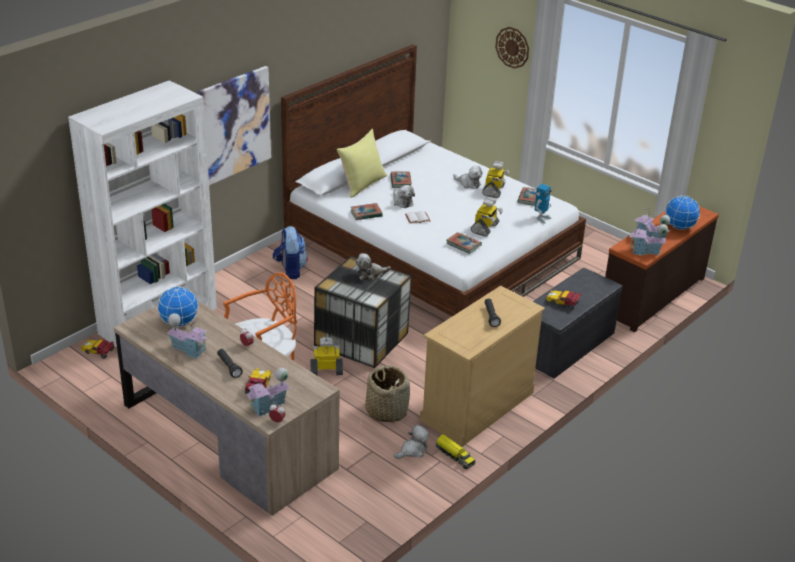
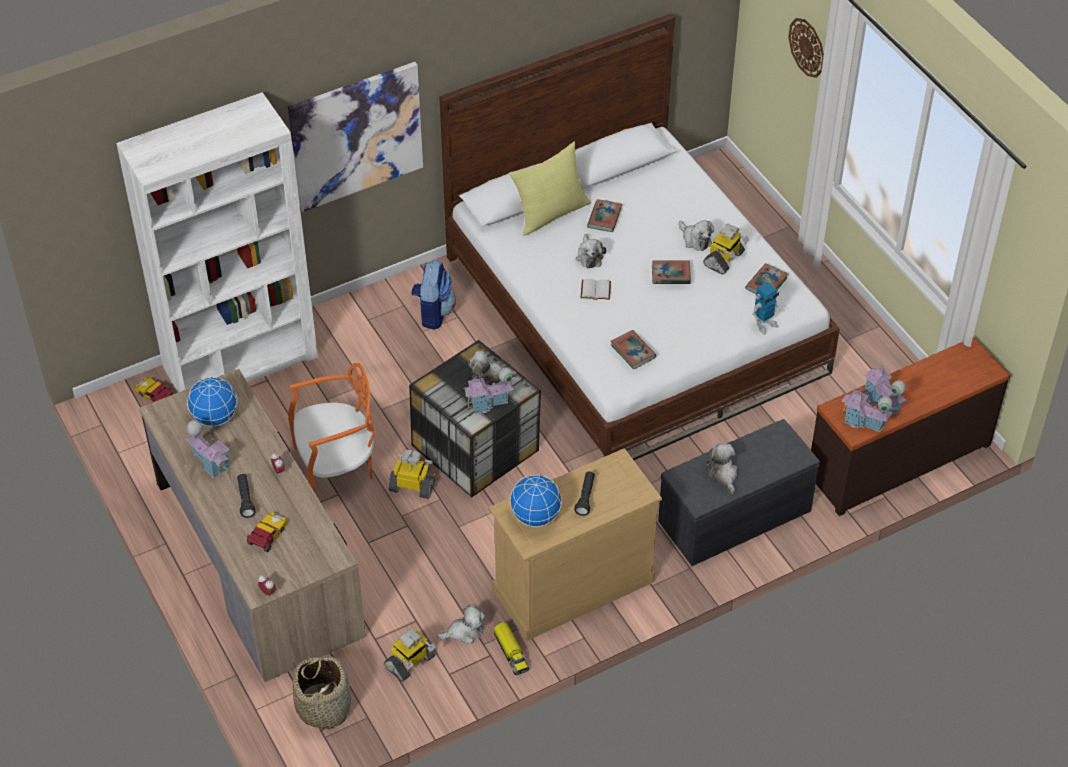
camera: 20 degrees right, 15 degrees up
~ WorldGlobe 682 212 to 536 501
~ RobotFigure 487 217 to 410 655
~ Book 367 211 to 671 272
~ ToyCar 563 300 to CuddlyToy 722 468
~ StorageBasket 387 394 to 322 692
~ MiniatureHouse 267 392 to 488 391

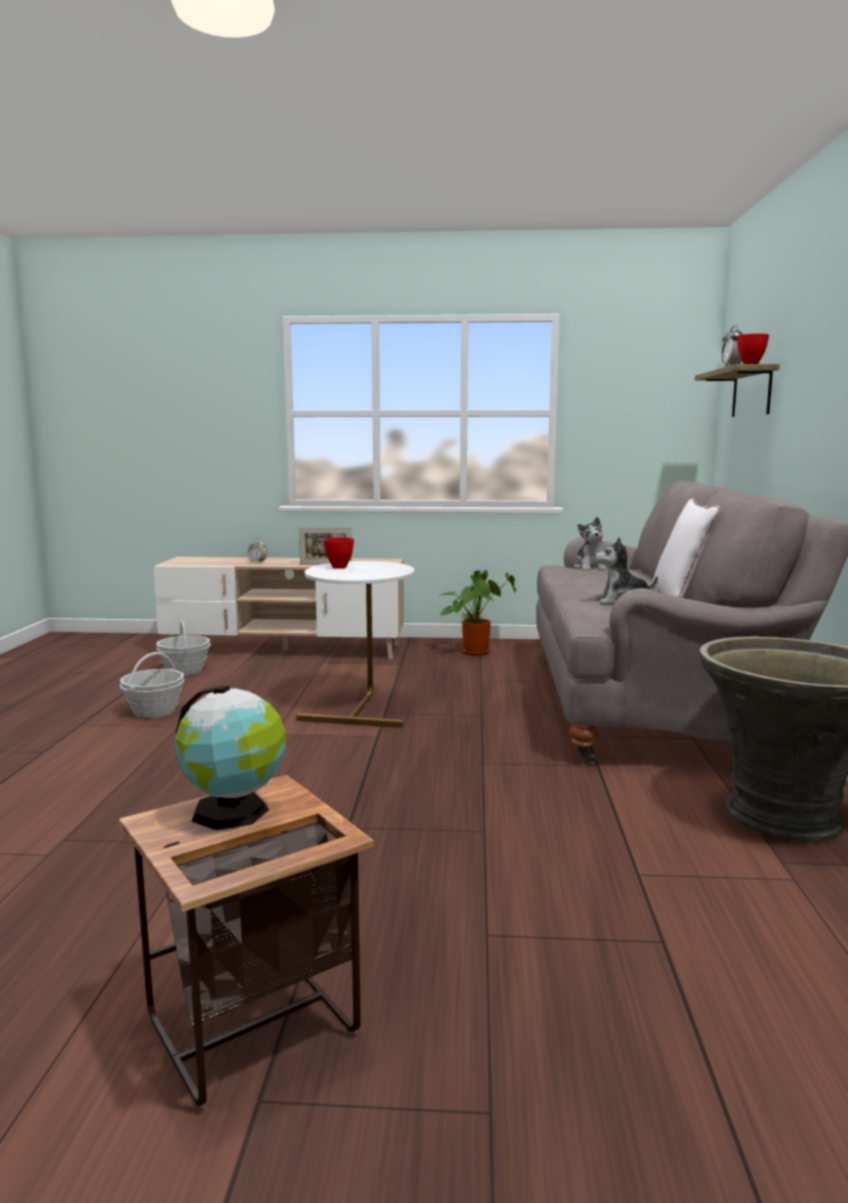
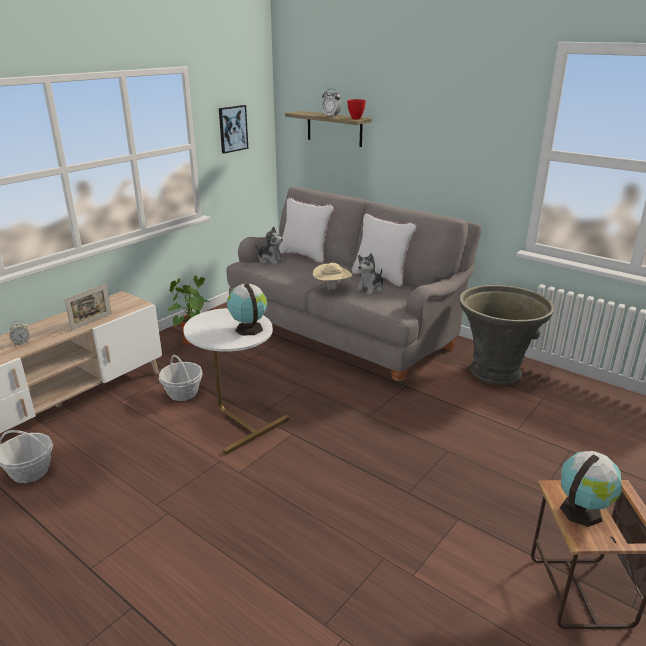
camera: 55 degrees left, 15 degrees up
- RedServingBowl 339 553
~ StorageBasket 152 685 to 181 378
+ Picture 233 129
+ WhiteColouredCushion 306 230
+ BeigeWearableHat 332 277
+ WorldGlobe 247 309

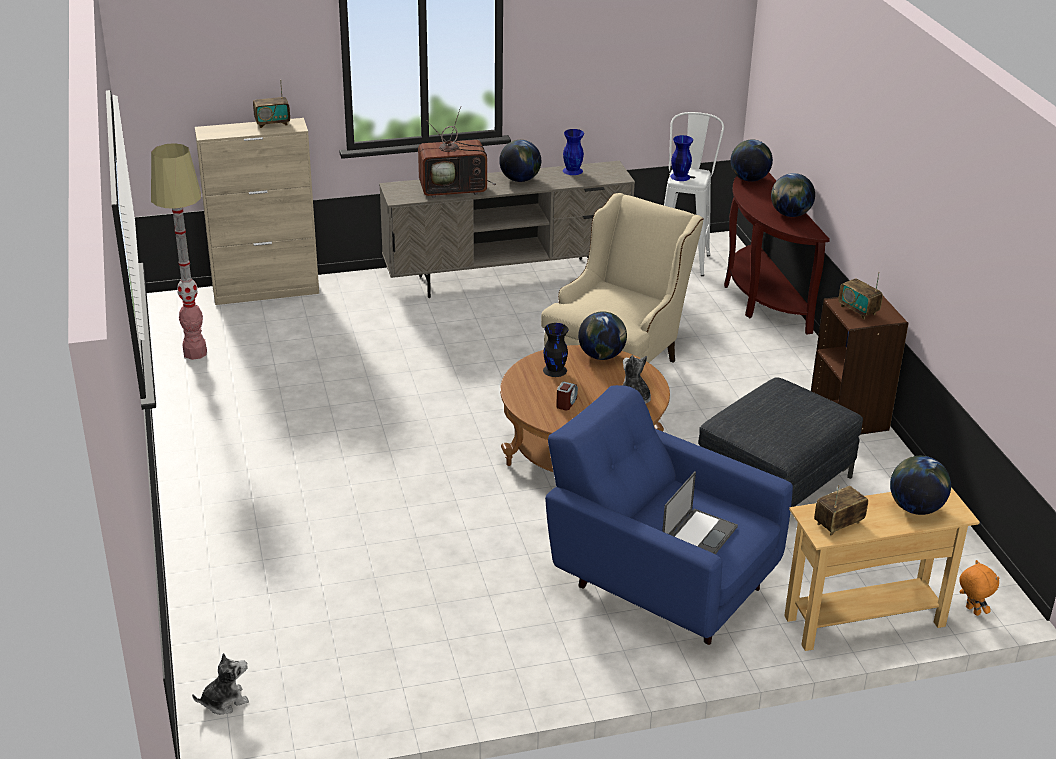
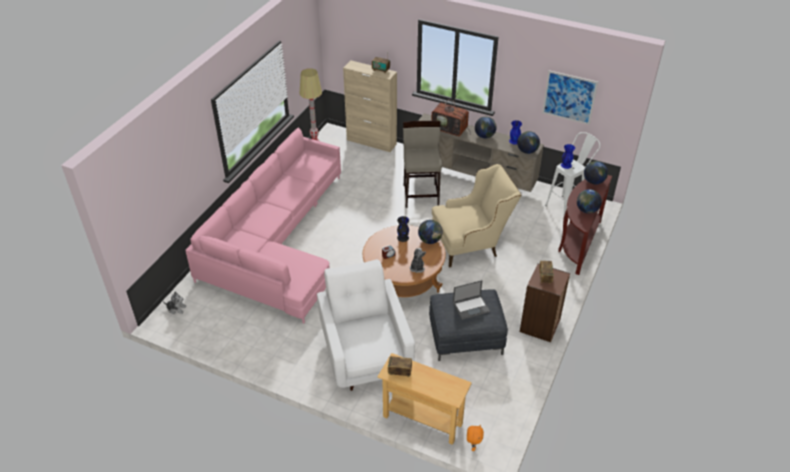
camera: 40 degrees right, 10 degrees up
~ BluishLoungeChair 669 515 to WhiteColouredLoungeChair 366 325
~ WorldGlobe 920 485 to 528 142
~ PortableComputer 700 512 to 471 300
+ Picture 570 97
+ BeigeStool 422 164
+ PinkColouredCouch 263 225

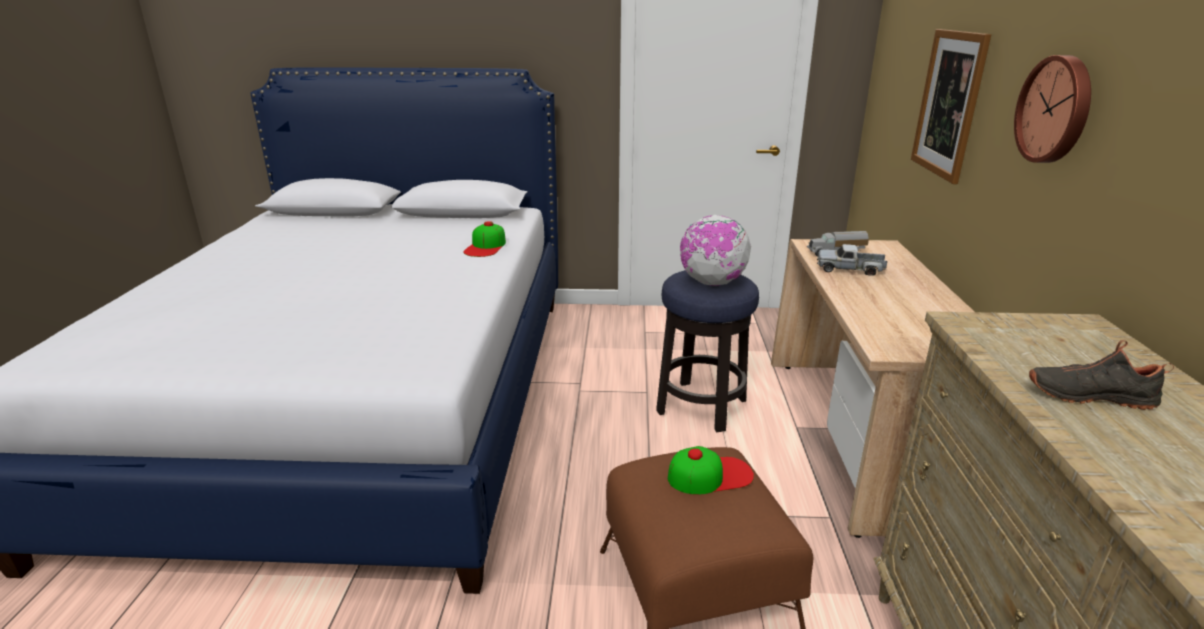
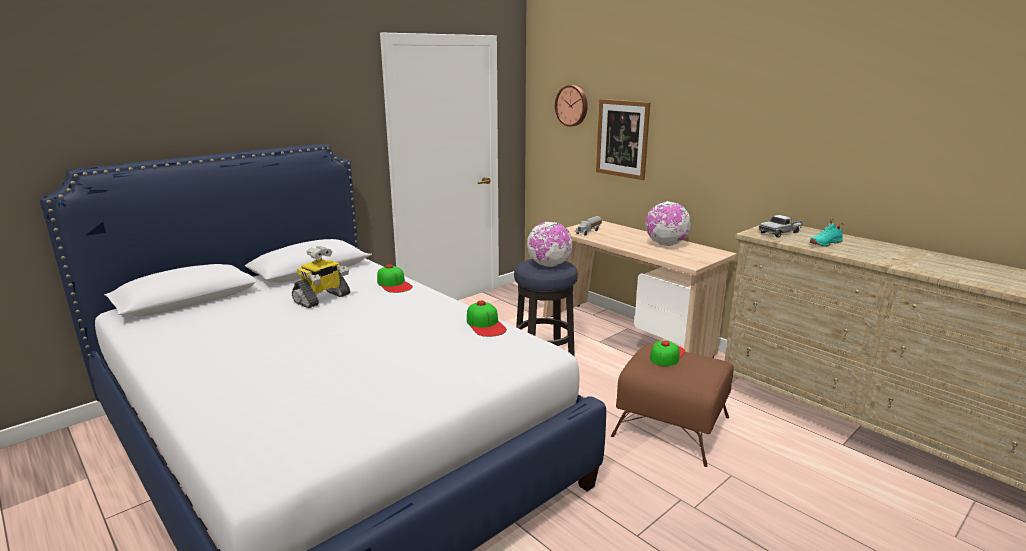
camera: 45 degrees left, 5 degrees down
~ HangingClock 1052 109 to 571 106
~ ToyLorry 852 260 to 781 226
~ BlackColouredItemOfFootwear 1101 375 to TurquoiseItemOfFootwear 827 233
+ WorldGlobe 668 223
+ RobotFigure 321 277
+ BaseballCap 487 319

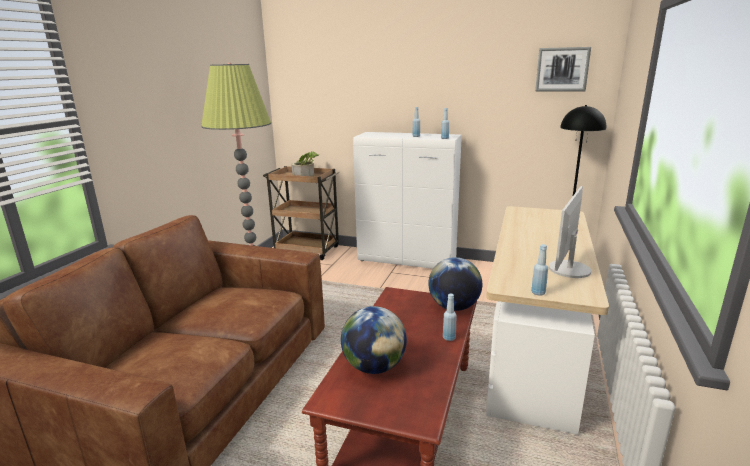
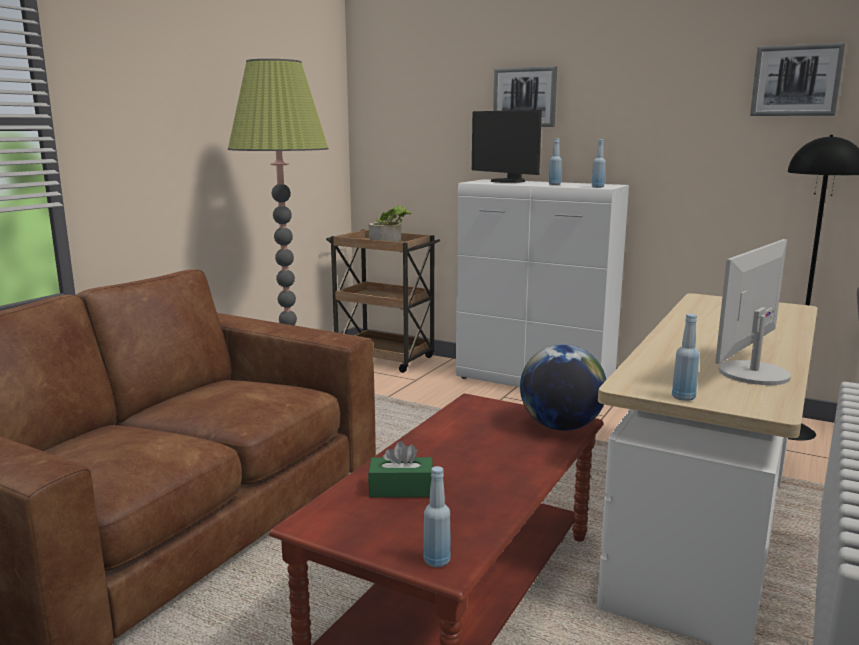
camera: 10 degrees right, 5 degrees down
~ BluishBottle 450 317 to 436 516
~ WorldGlobe 374 340 to GreenTissueHolder 400 469
+ Picture 525 96
+ Monitor 507 146

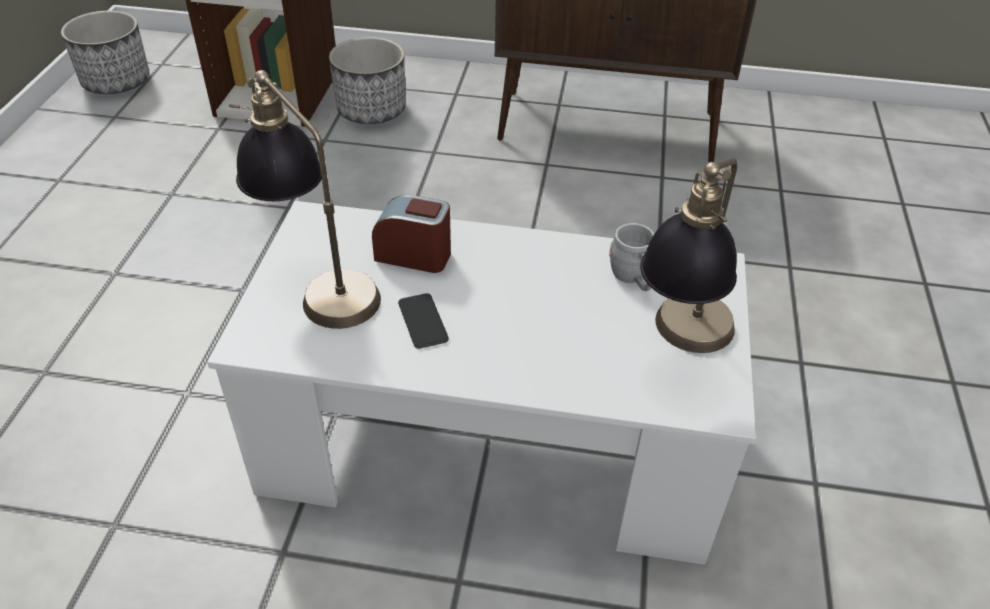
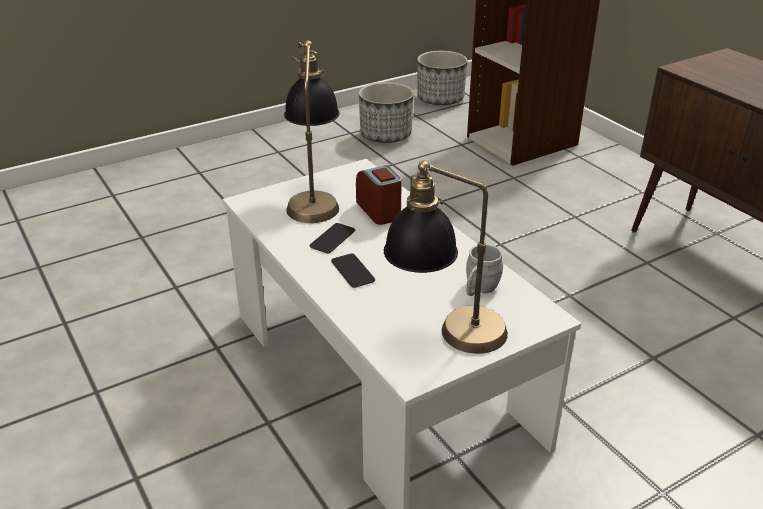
camera: 50 degrees right, 10 degrees down
~ FlowerPot 367 80 to 386 112
+ Handset 353 270

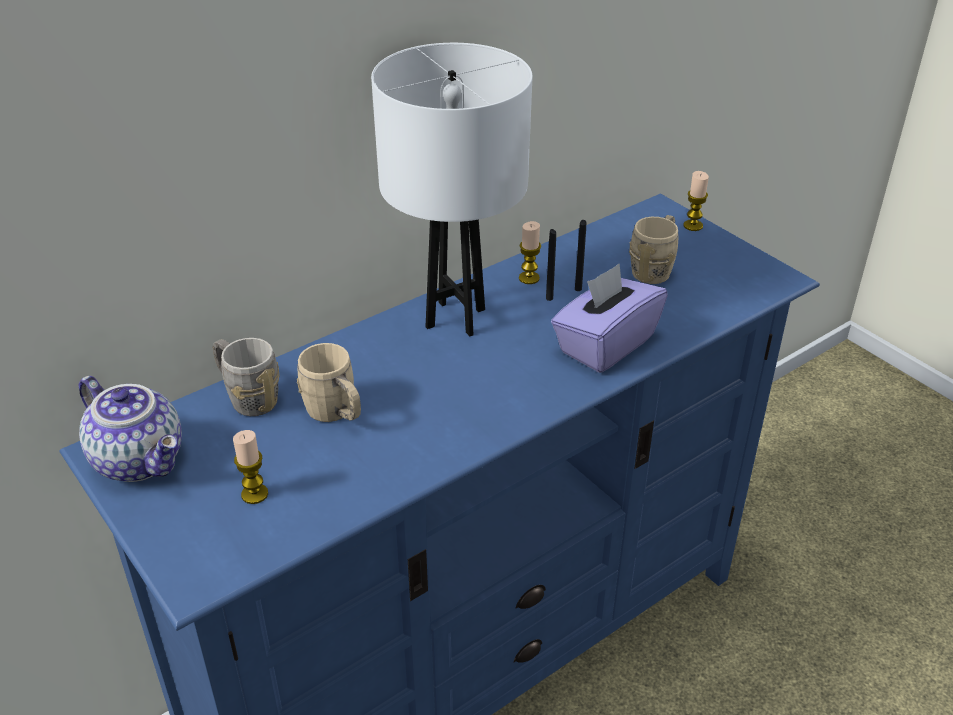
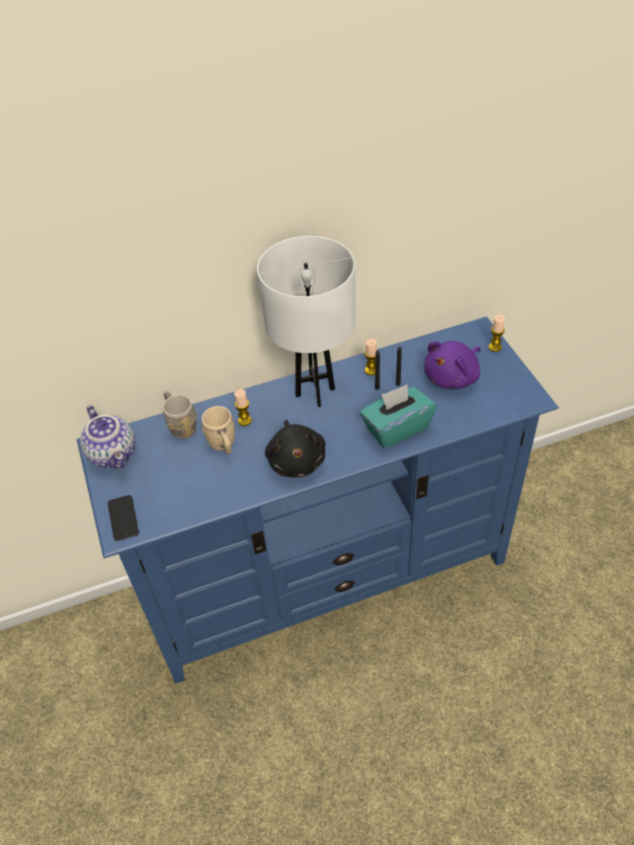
camera: 20 degrees right, 10 degrees up
~ BeigeCoffeeMug 654 249 to PurpleColouredCuddlyToy 452 365
~ PurpleColouredTissueHolder 609 318 to TurquoiseTissueHolder 398 416
~ WaxCandle 250 467 to 243 407
+ BlackColouredCuddlyToy 295 448
+ Handset 123 518

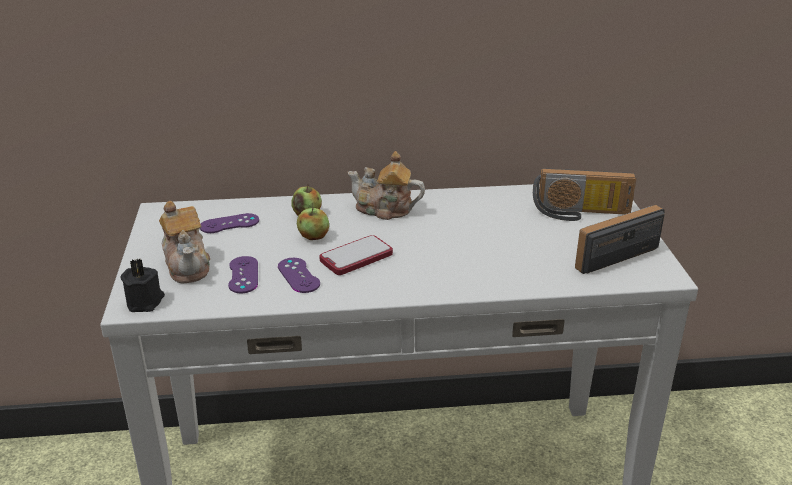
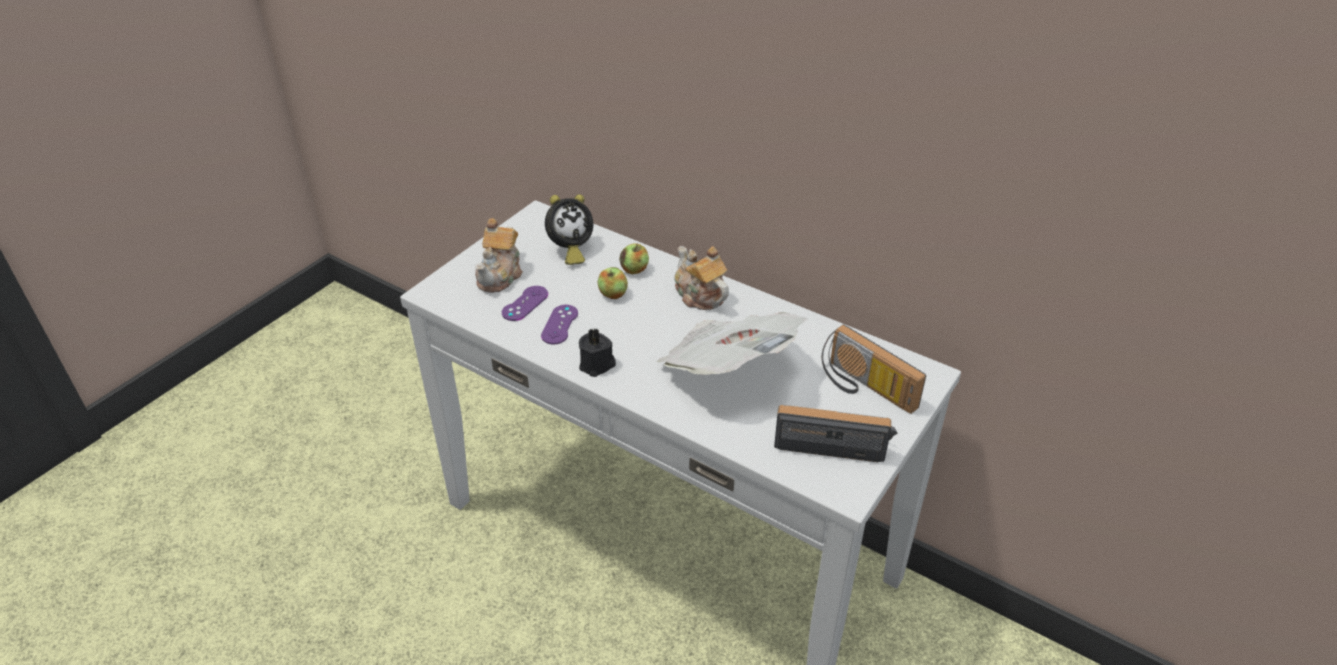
camera: 40 degrees right, 10 degrees up
~ PurpleColouredGameController 229 223 to AlarmClock 569 229
- Handset 356 255
~ BlackColouredWaxCandle 143 285 to 597 352
+ Newspaper 732 343

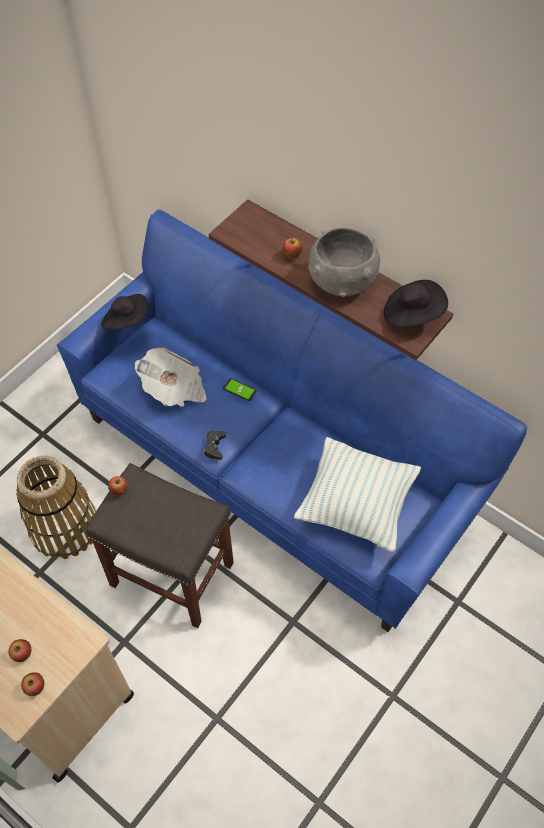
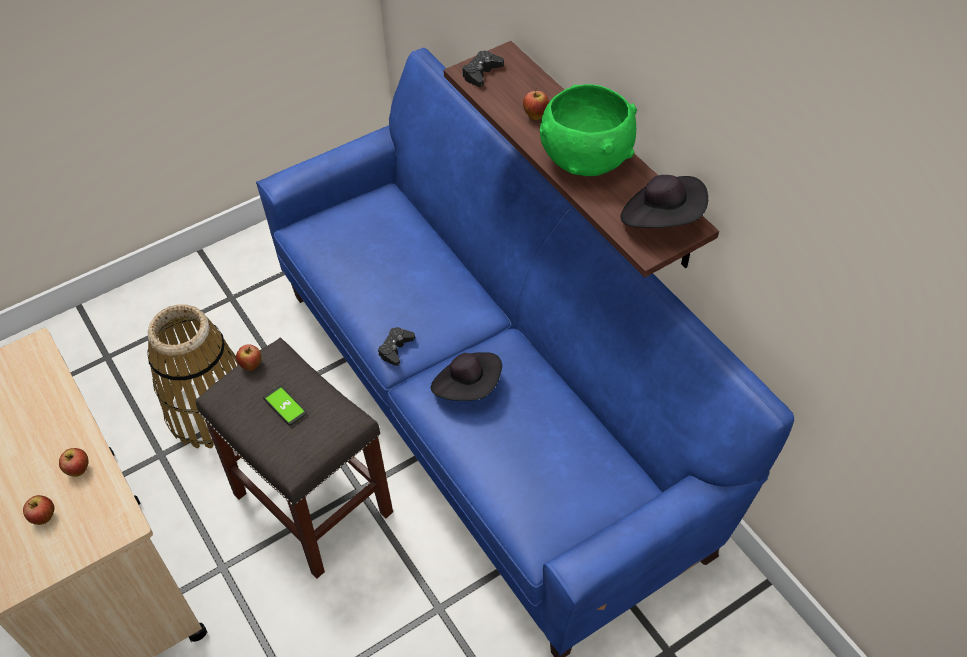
camera: 20 degrees right, 5 degrees down
~ GrayServingBowl 344 262 to GreenServingBowl 588 130
~ BlackColouredWearableHat 124 312 to 466 376
- Newspaper 171 377
~ Handset 239 389 to 285 405
- Cushion 357 494
~ Apple 32 684 to 73 462
+ BlackColouredGameController 483 69

